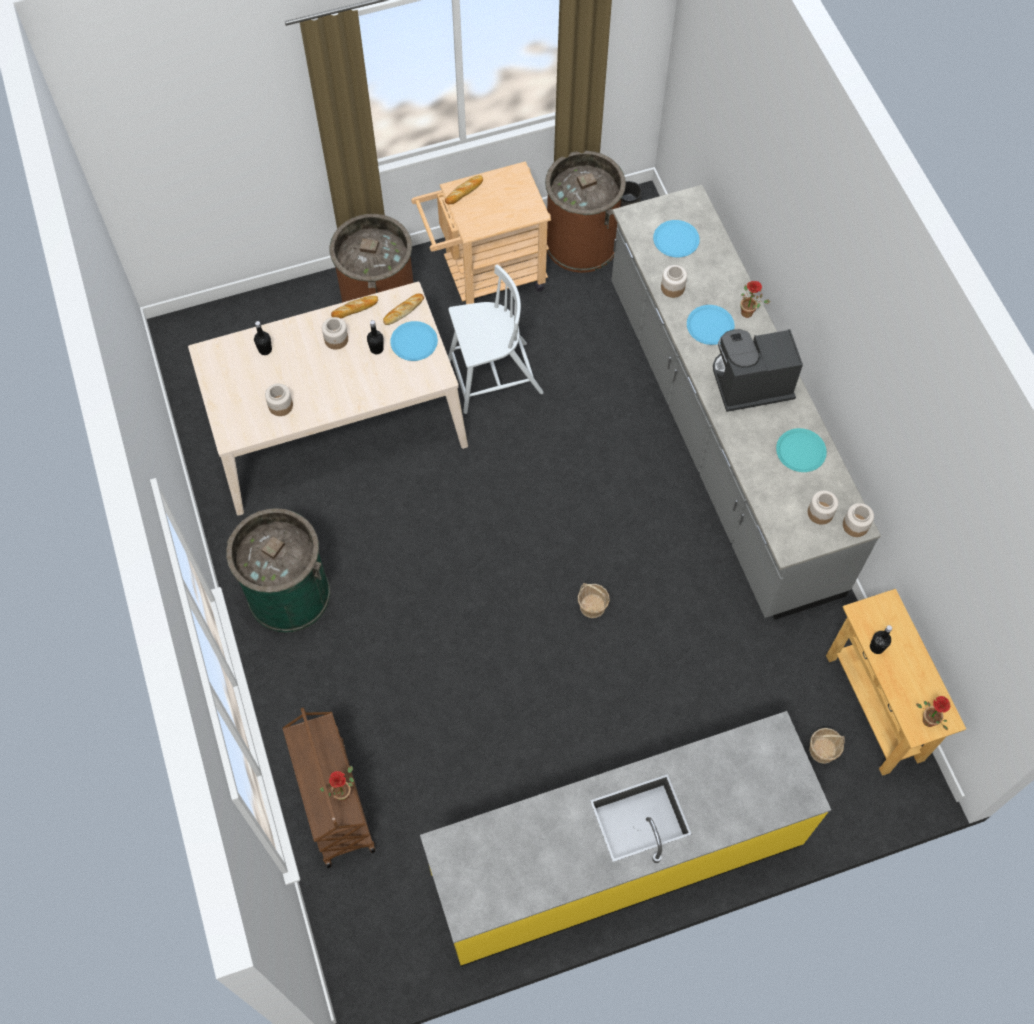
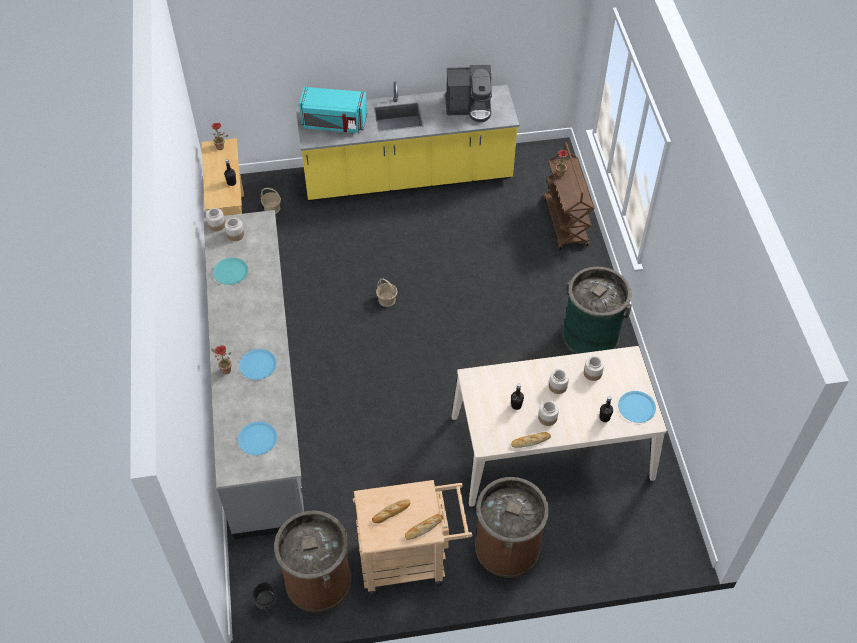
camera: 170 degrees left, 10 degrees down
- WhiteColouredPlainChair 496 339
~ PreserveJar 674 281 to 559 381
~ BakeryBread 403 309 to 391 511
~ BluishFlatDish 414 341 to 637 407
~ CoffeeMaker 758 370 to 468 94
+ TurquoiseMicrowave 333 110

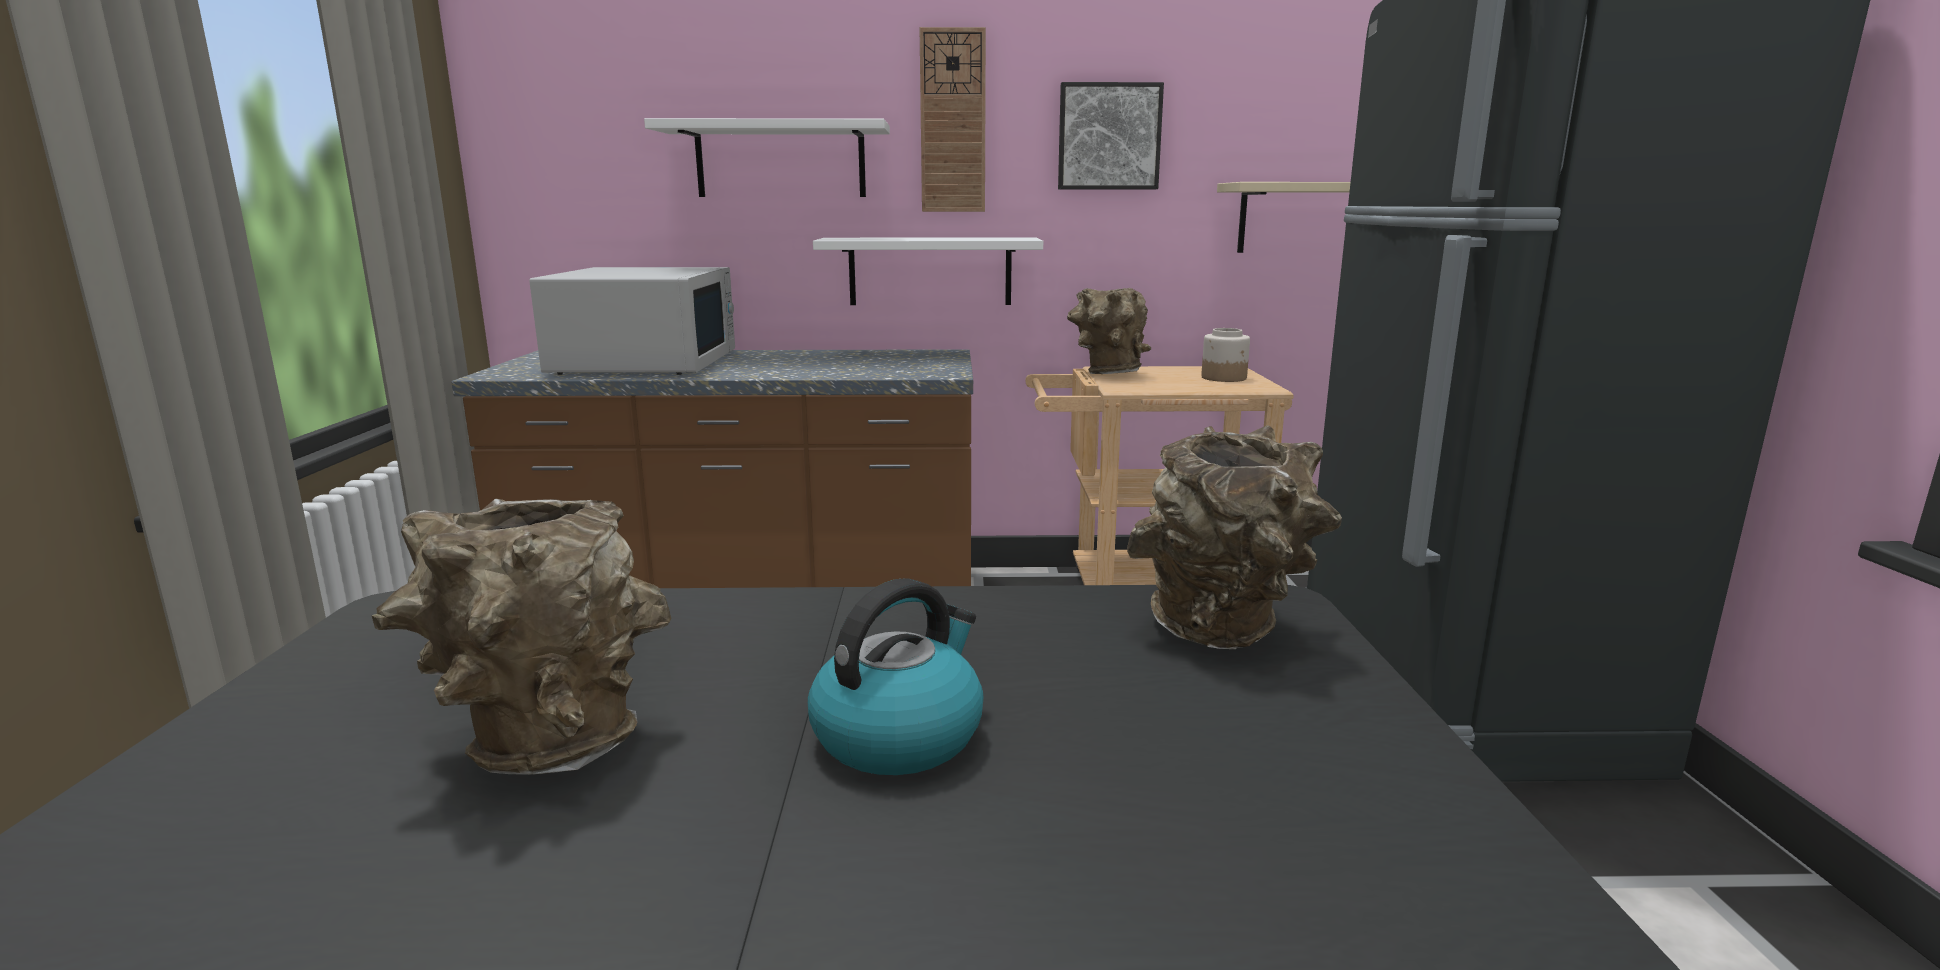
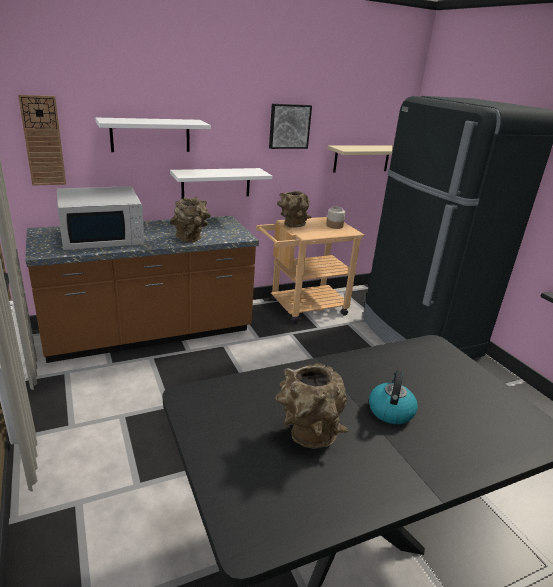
camera: 25 degrees left, 10 degrees up
~ HangingClock 952 119 to 42 140
~ WhiteColouredMicrowave 632 321 = 100 218 90 degrees clockwise
~ BrownDecorativeVase 1234 537 to 190 219

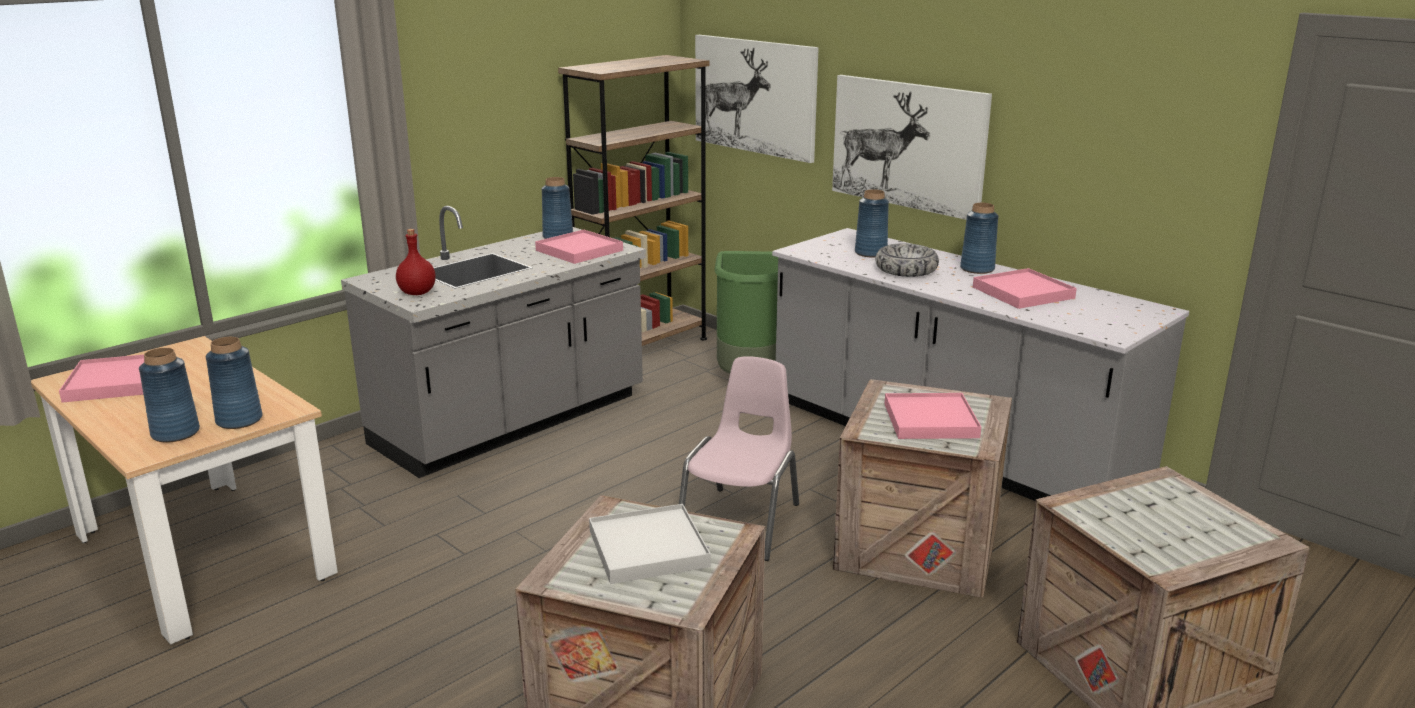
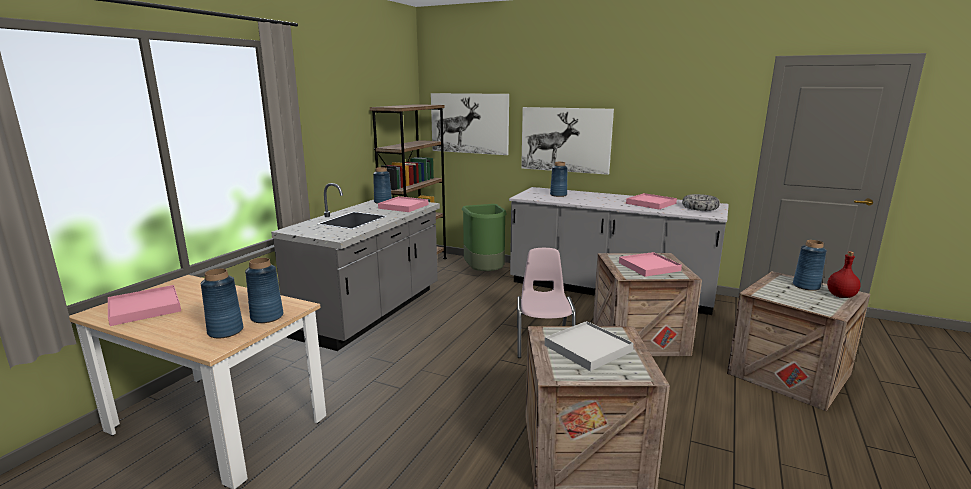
camera: 20 degrees left, 5 degrees down
~ BluishDecorativeVase 979 238 to 810 265
~ RedBottle 416 262 to 844 274
~ ServingBowl 907 260 to 701 202

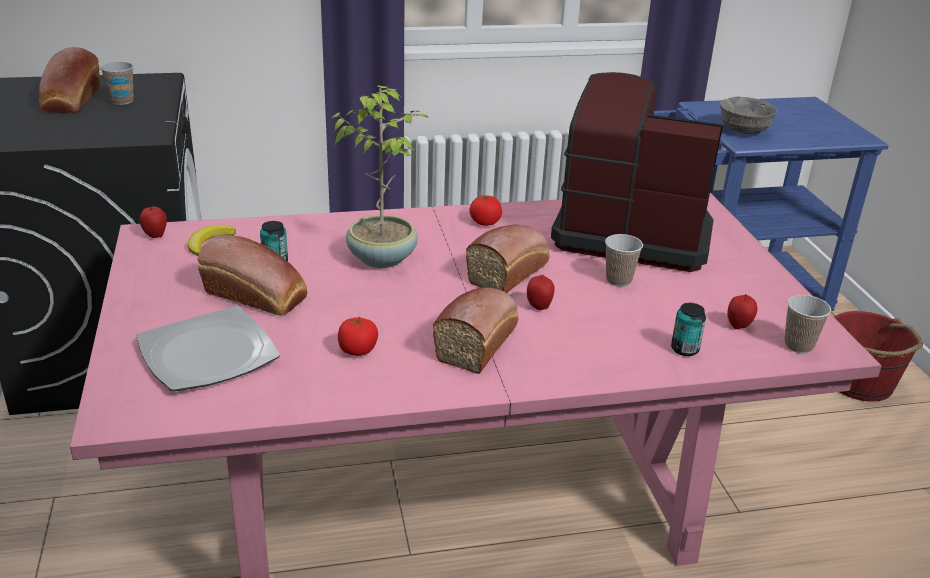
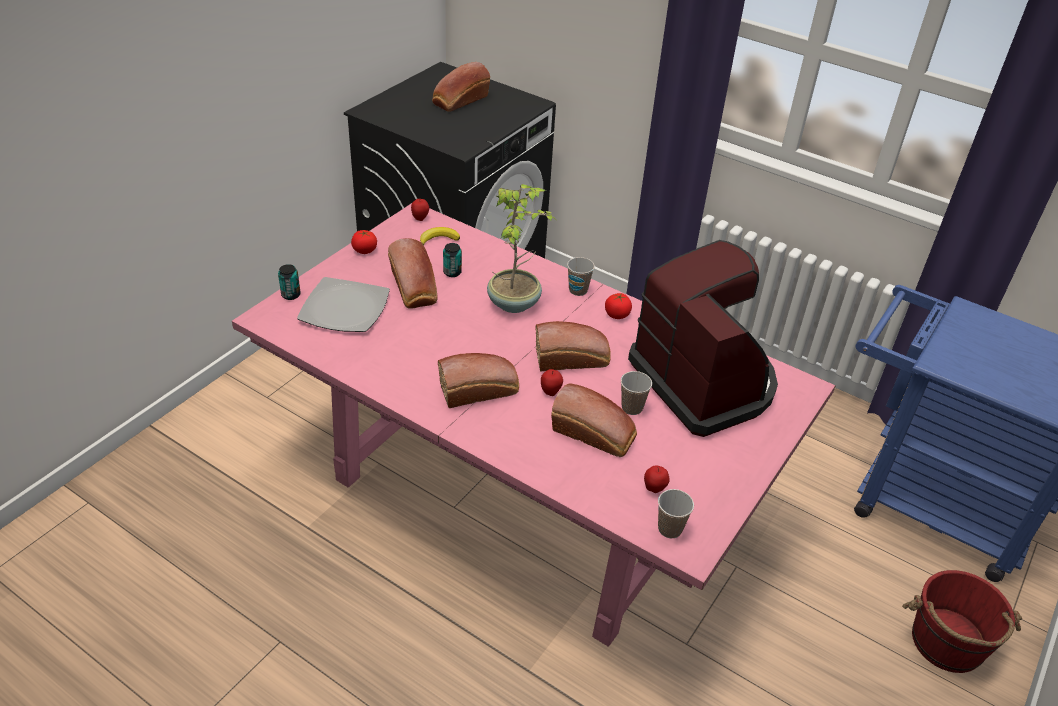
camera: 45 degrees right, 10 degrees up
~ Cup 116 83 to 581 276
- GrayServingBowl 748 115
~ MetalCan 688 329 to 289 282
~ FreshTomato 358 336 to 364 242
+ BakeryBread 594 420

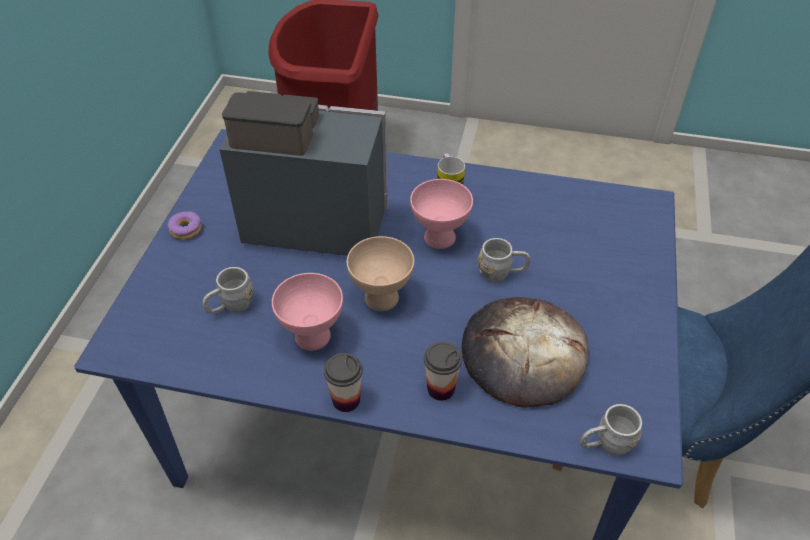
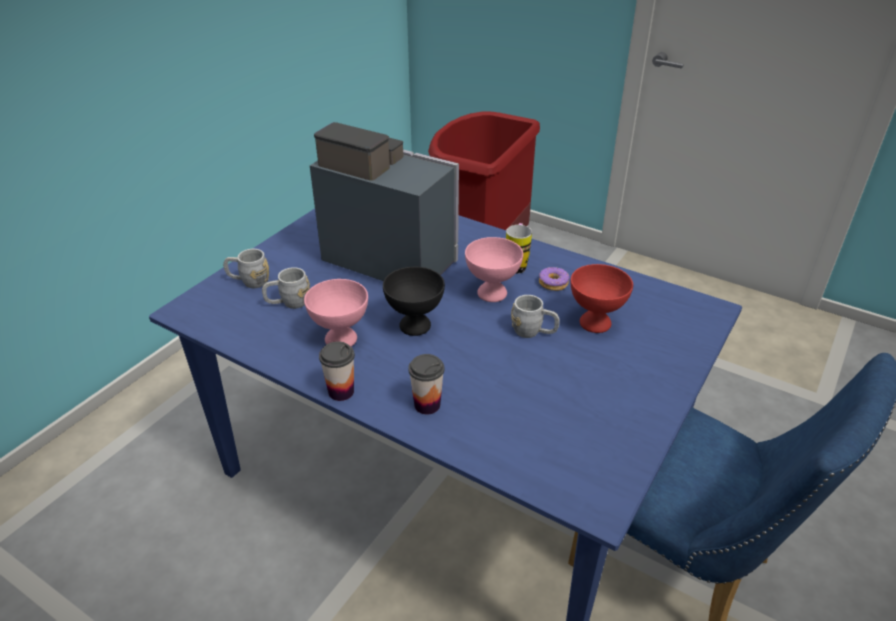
camera: 20 degrees right, 10 degrees down
~ RingDoughnut 184 225 to 554 279
~ BeigeServingBowl 380 273 to BlackColouredServingBowl 414 301
- BakeryBread 525 352
~ GrayCoffeeMug 611 429 to 246 268
+ RedServingBowl 602 298

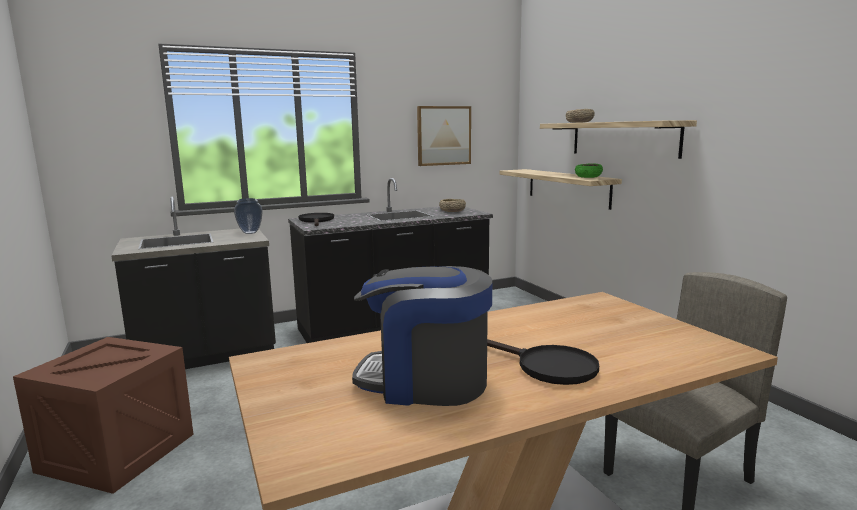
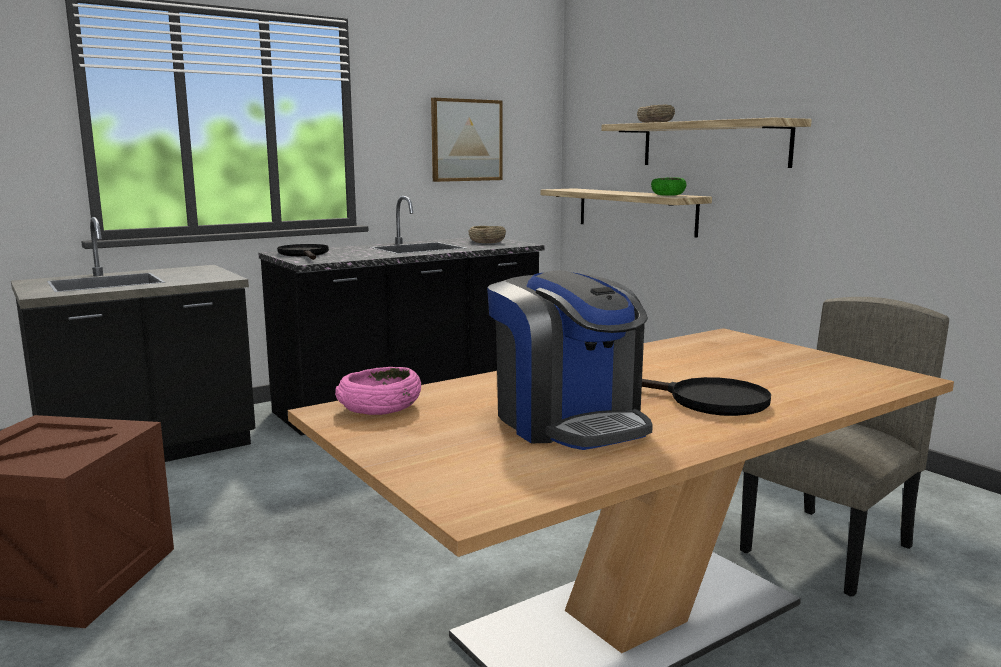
camera: 10 degrees left, 0 degrees up
- DecorativeVase 248 216
~ CoffeeMaker 422 336 = 570 360 120 degrees counterclockwise
+ PinkColouredServingBowl 378 391

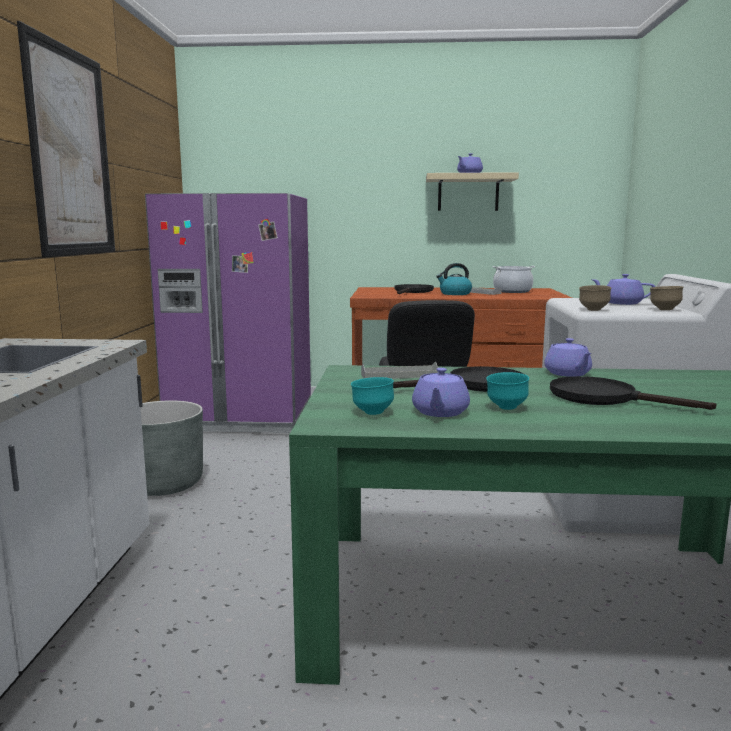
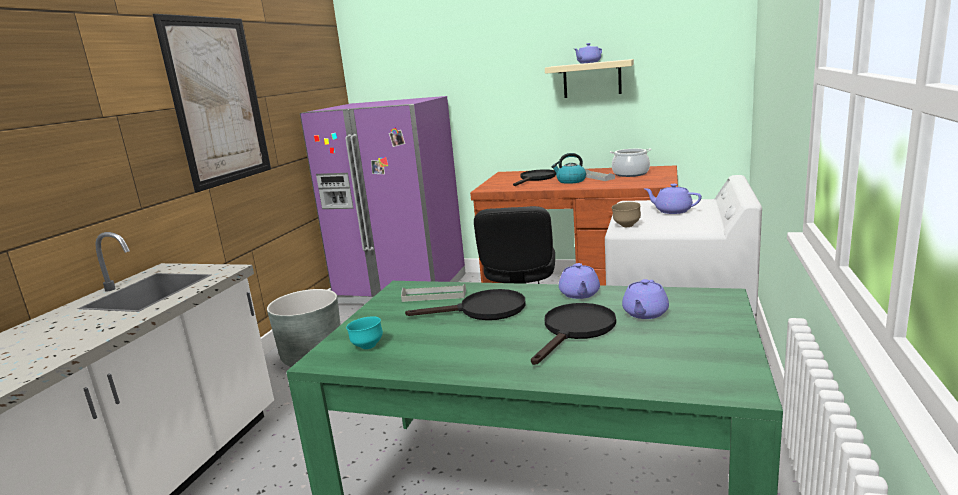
camera: 15 degrees right, 5 degrees up
- BrownServingBowl 666 298
~ PurpleColouredTeapot 441 392 to 645 299
- TurquoiseServingBowl 507 391
~ BlackColouredSkillet 633 393 = 573 334 75 degrees clockwise

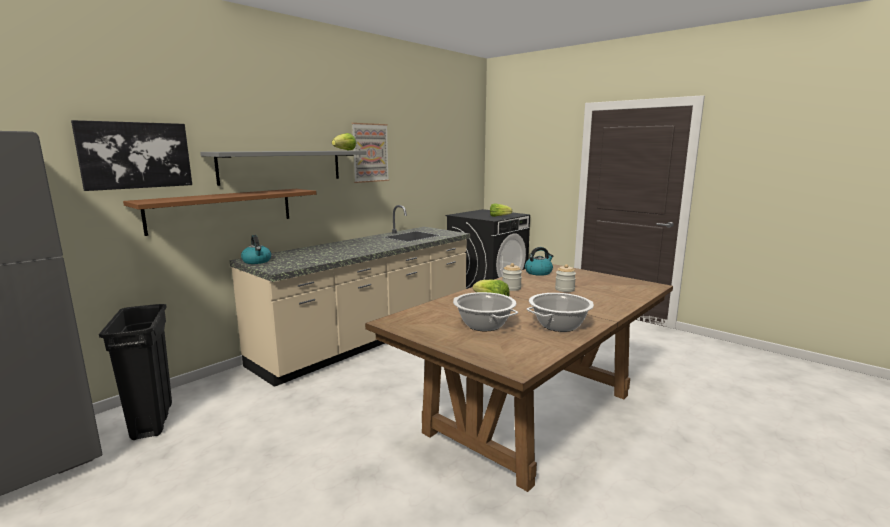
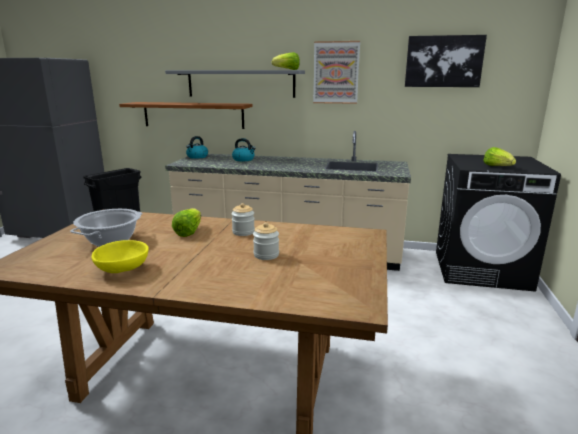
camera: 60 degrees right, 5 degrees up
~ Picture 131 155 to 446 61
~ WaterKettle 539 261 to 244 149
~ Saucepot 560 312 to YellowColouredServingBowl 120 256

